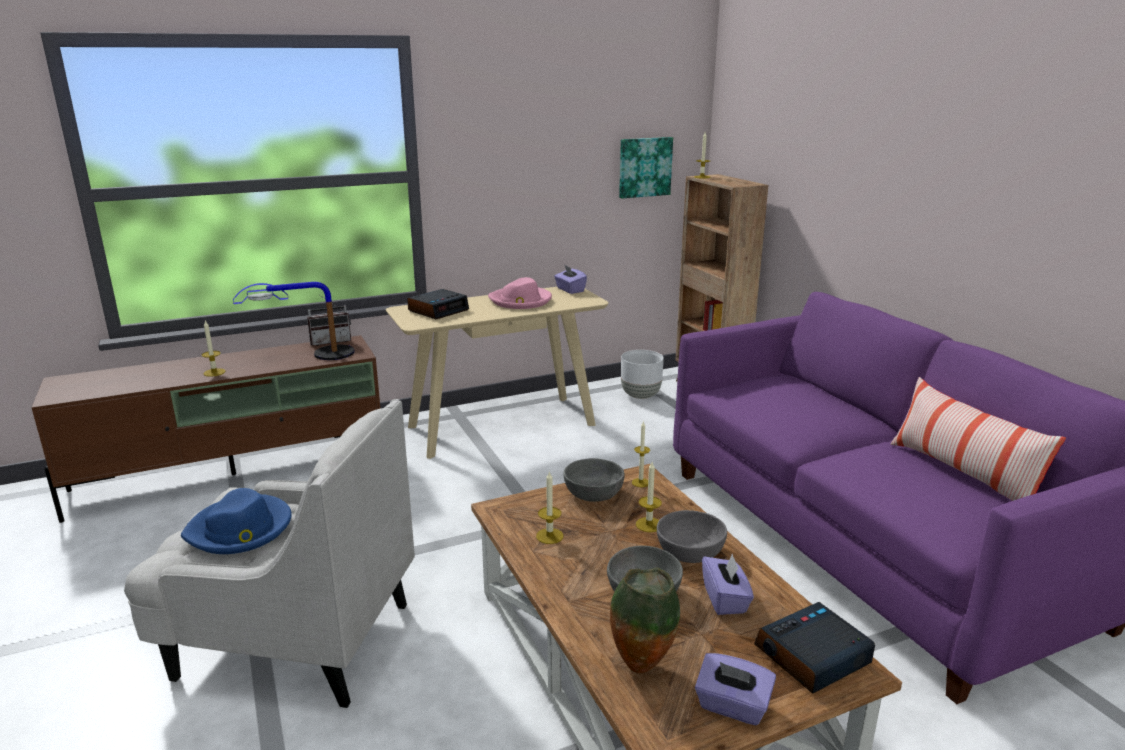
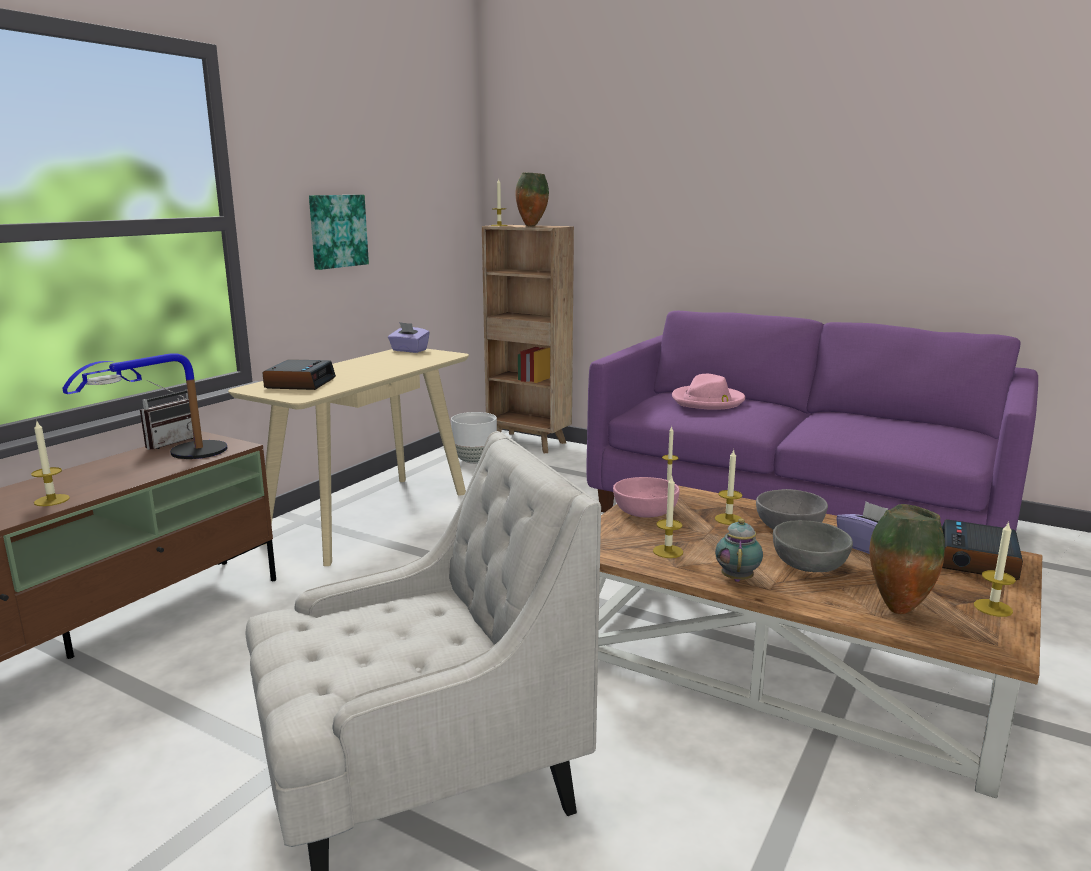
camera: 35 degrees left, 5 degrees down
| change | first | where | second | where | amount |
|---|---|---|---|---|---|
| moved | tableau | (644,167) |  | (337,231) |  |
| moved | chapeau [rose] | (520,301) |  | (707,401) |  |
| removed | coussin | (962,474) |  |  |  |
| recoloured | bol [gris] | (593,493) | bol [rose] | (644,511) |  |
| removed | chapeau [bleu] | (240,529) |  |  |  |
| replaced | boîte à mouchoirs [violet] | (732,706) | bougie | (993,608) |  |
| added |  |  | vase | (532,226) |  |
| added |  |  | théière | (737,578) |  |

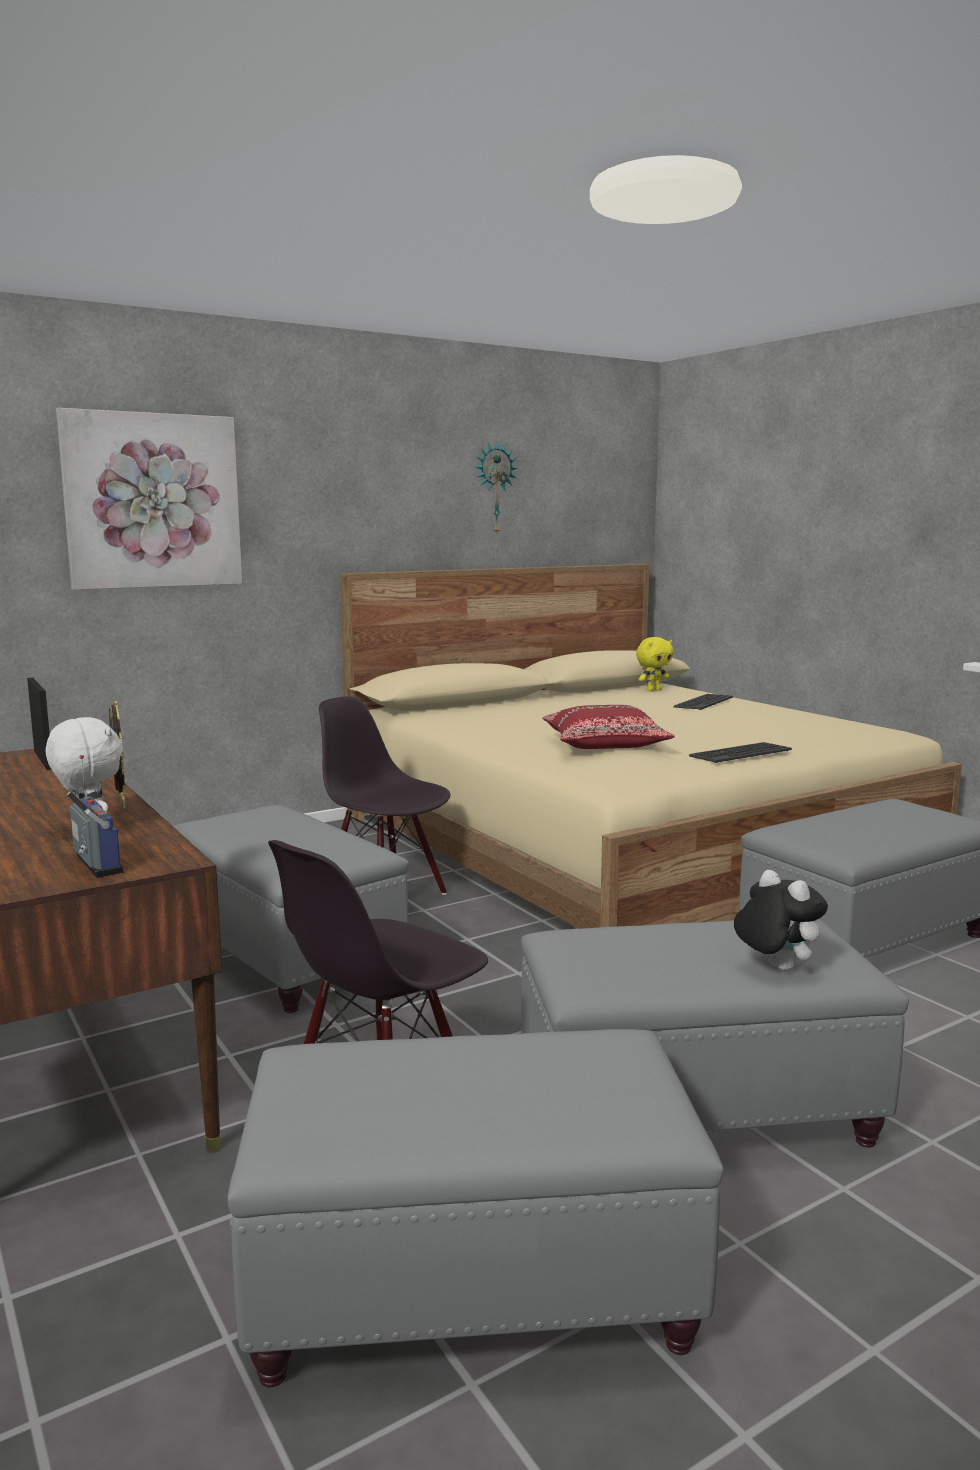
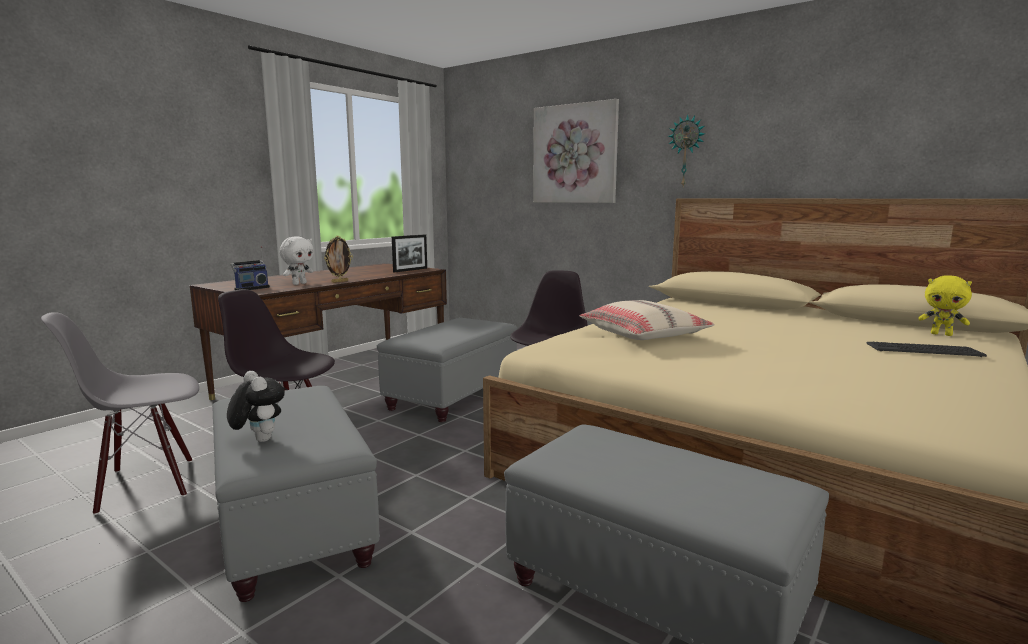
camera: 70 degrees right, 0 degrees up
| change | first | where | second | where | amount |
|---|---|---|---|---|---|
| moved | horloge murale | (494,488) |  | (686,151) |  |
| recoloured | coussin [rouge] | (605,743) | coussin [beige] | (643,334) |  |
| removed | clavier | (740,753) |  |  |  |
| turned | peluche | (775,968) |  | (258,440) | 75 degrees counterclockwise |
| replaced | pouf [gris] | (468,1285) | chaise [gris] | (147,484) |  |

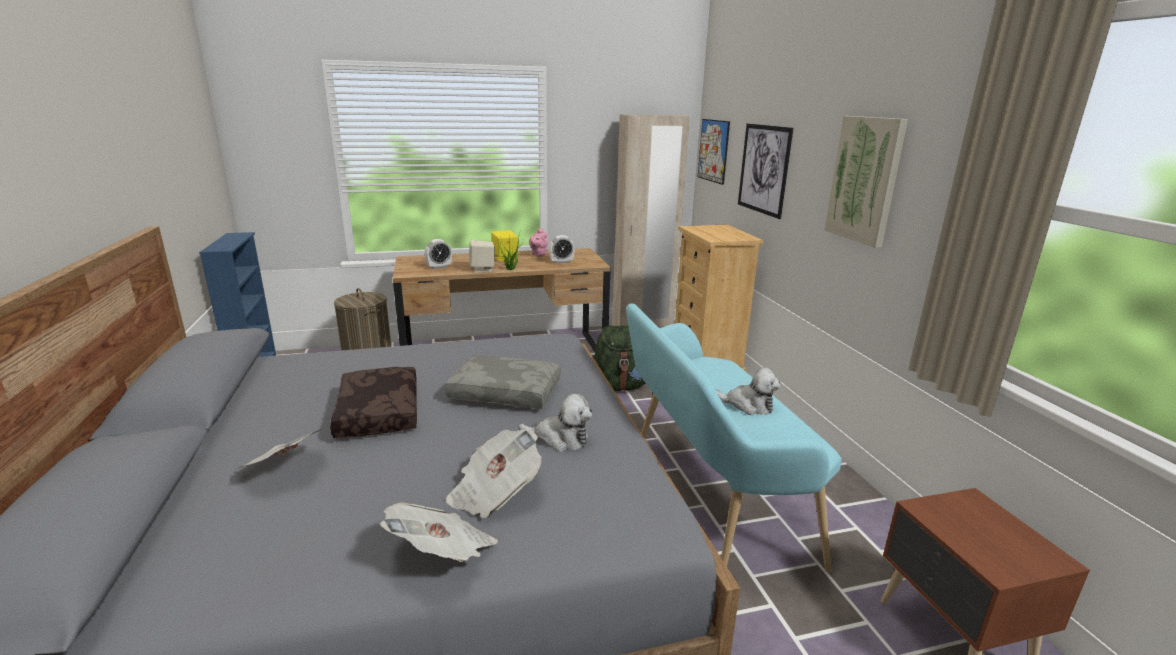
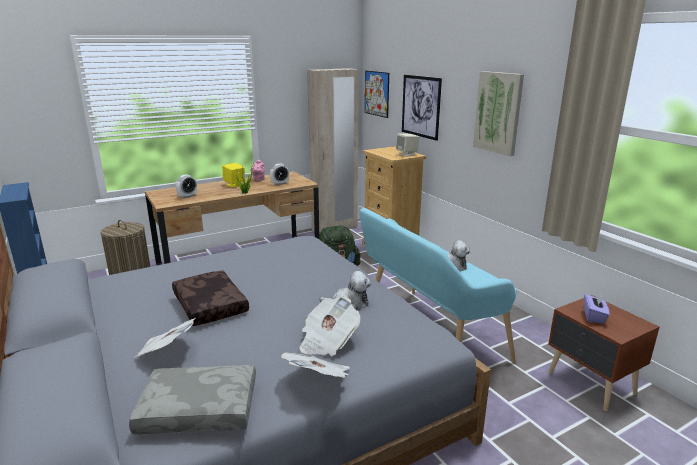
camera: 15 degrees left, 0 degrees up
| change | first | where | second | where | amount |
|---|---|---|---|---|---|
| moved | enceinte [beige] | (482,270) |  | (407,154) |  |
| moved | coussin [gris] | (507,392) |  | (200,408) |  |
| added |  |  | boîte à mouchoirs [violet] | (594,317) |  |

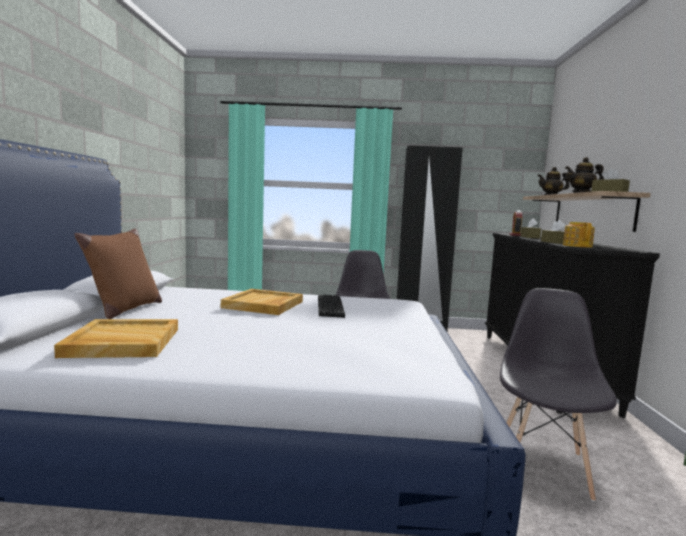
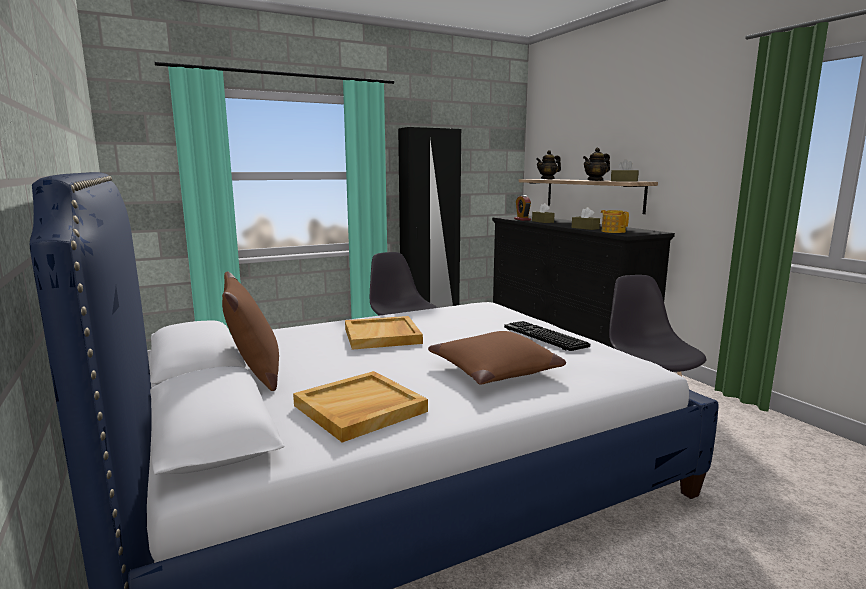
camera: 30 degrees left, 5 degrees up
| change | first | where | second | where | amount |
|---|---|---|---|---|---|
| moved | clavier | (328,307) |  | (543,337) |  |
| added |  |  | coussin [marron] | (495,370) |  |

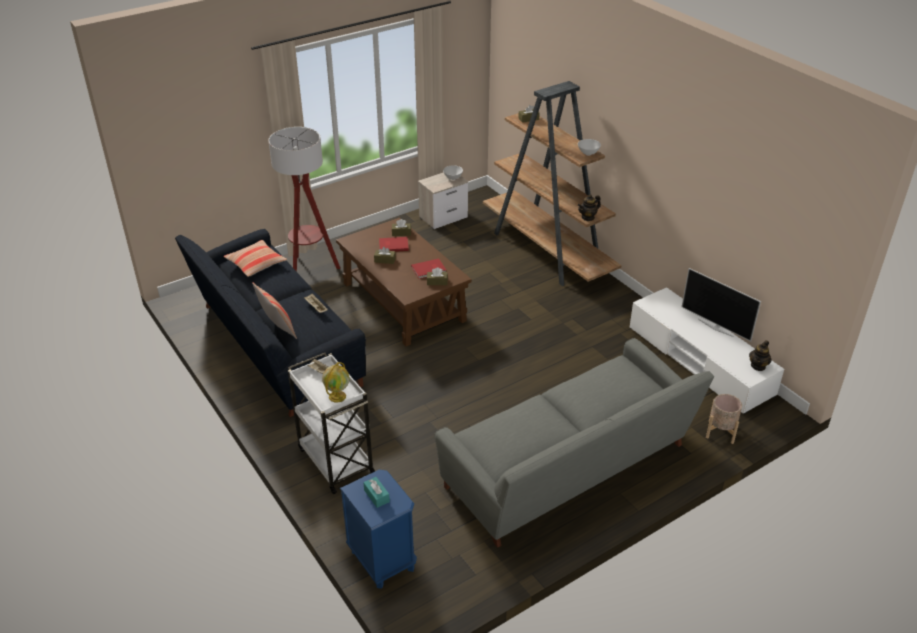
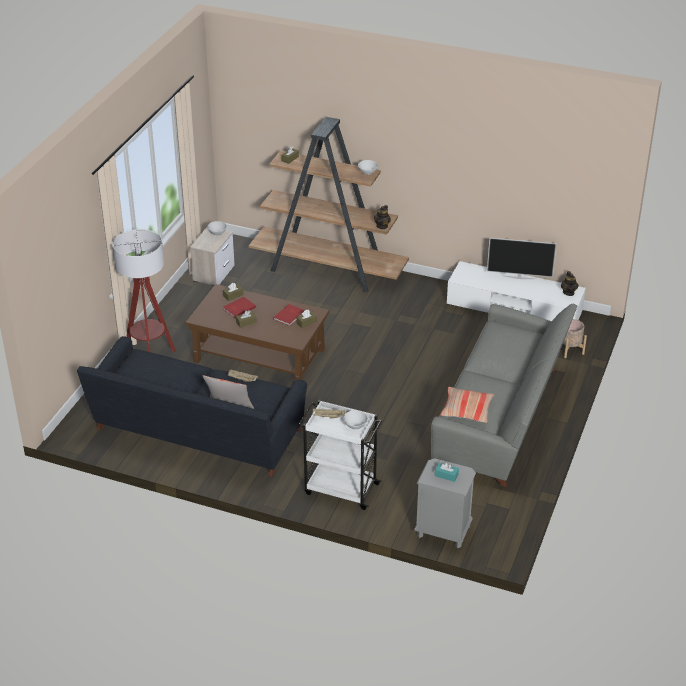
camera: 35 degrees left, 0 degrees up
| change | first | where | second | where | amount |
|---|---|---|---|---|---|
| moved | coussin | (256,264) |  | (467,410) |  |
| replaced | globe | (337,396) | bol [blanc] | (355,426) |  |
| recoloured | table de chevet [bleu] | (382,560) | table de chevet [gris] | (443,531) |  |

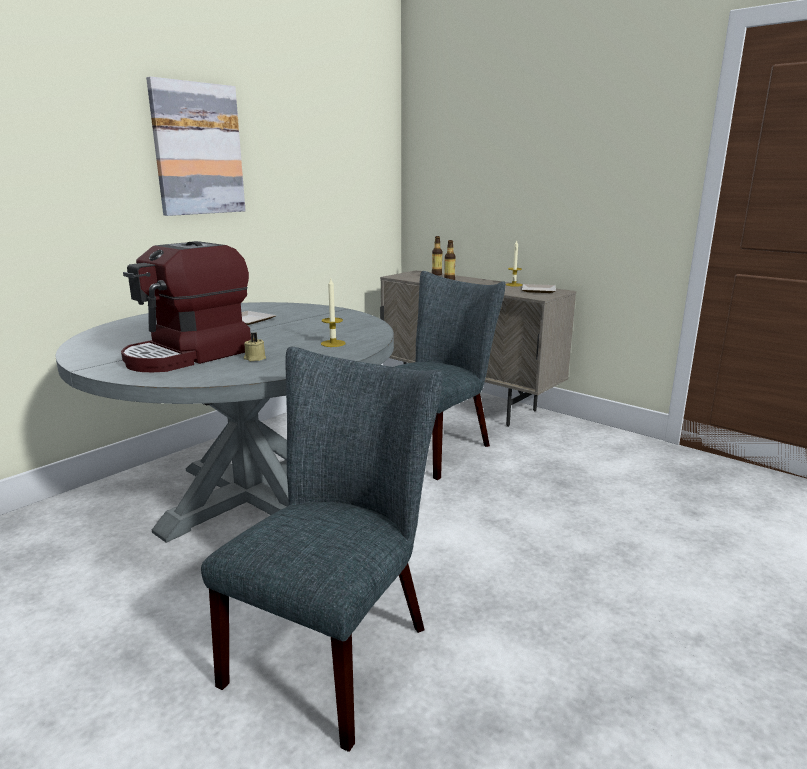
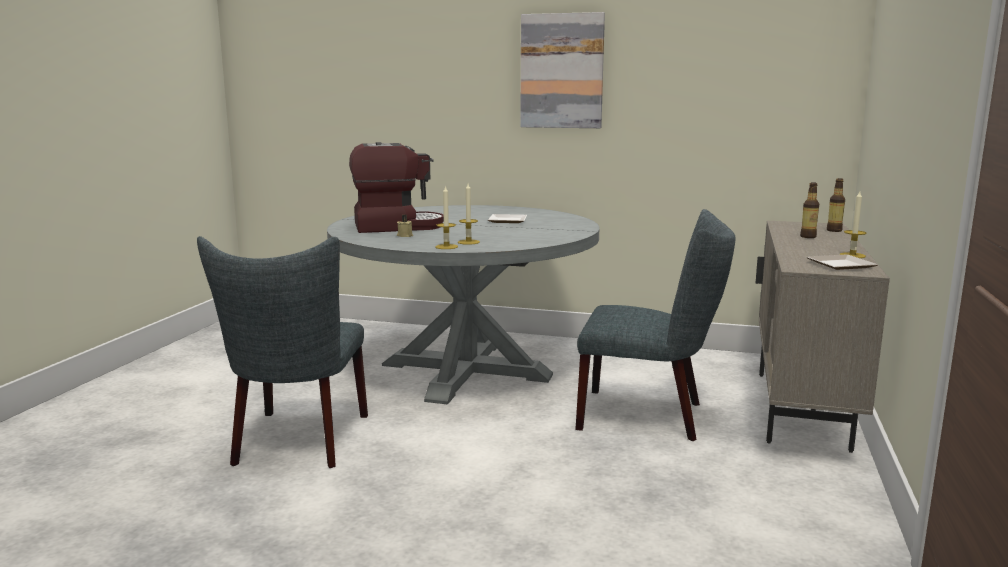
camera: 65 degrees right, 5 degrees down
| change | first | where | second | where | amount |
|---|---|---|---|---|---|
| turned | machine à café | (189,355) |  | (396,226) | 150 degrees clockwise |
| turned | chaise [gris] | (337,647) |  | (298,443) | 90 degrees clockwise |
| added |  |  | bougie | (446,247) |  |

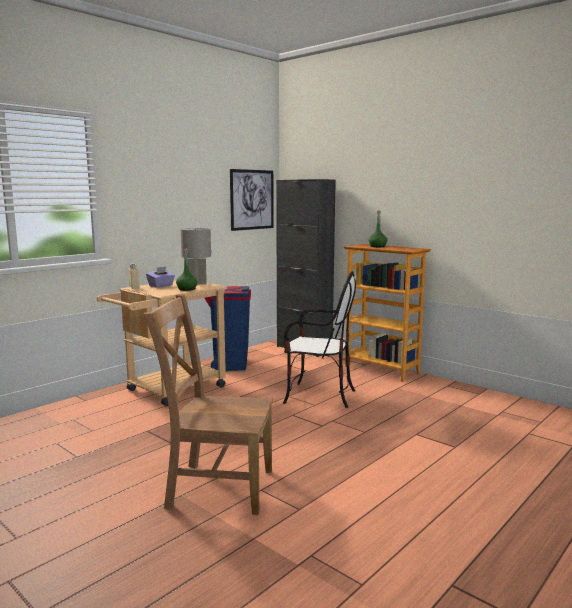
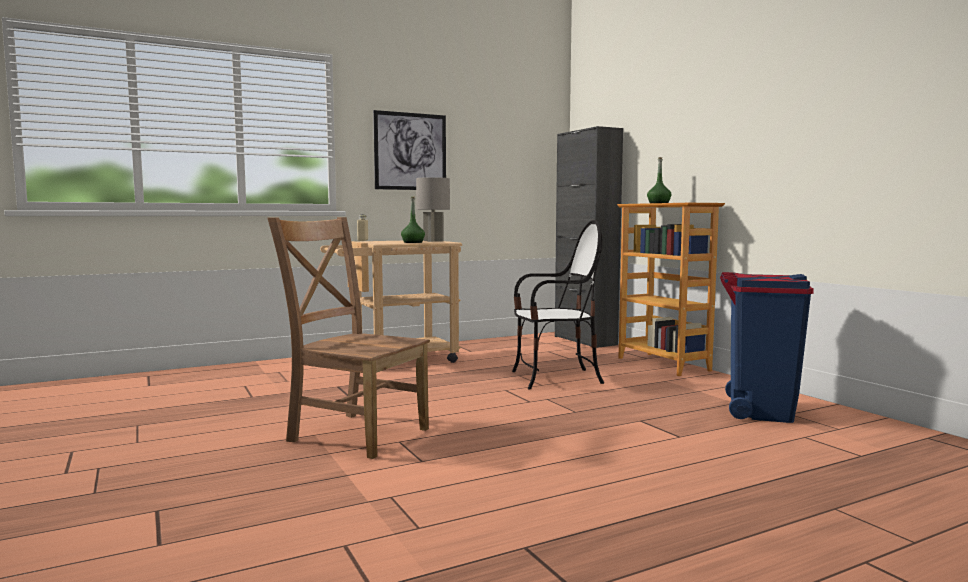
camera: 20 degrees right, 5 degrees down
| change | first | where | second | where | amount |
|---|---|---|---|---|---|
| moved | tableau | (252,199) |  | (410,151) |  |
| removed | boîte à mouchoirs [violet] | (161,285) |  |  |  |
| turned | chaise | (318,396) |  | (555,378) | 45 degrees counterclockwise |
| moved | poubelle [bleu] | (230,364) |  | (759,411) |  |

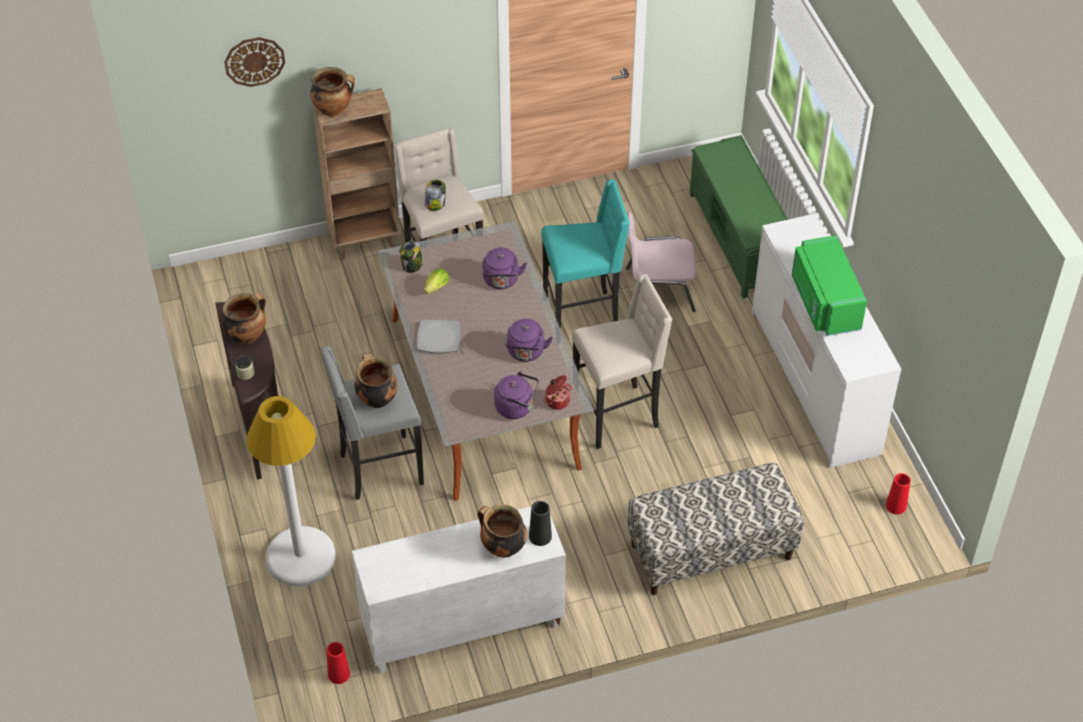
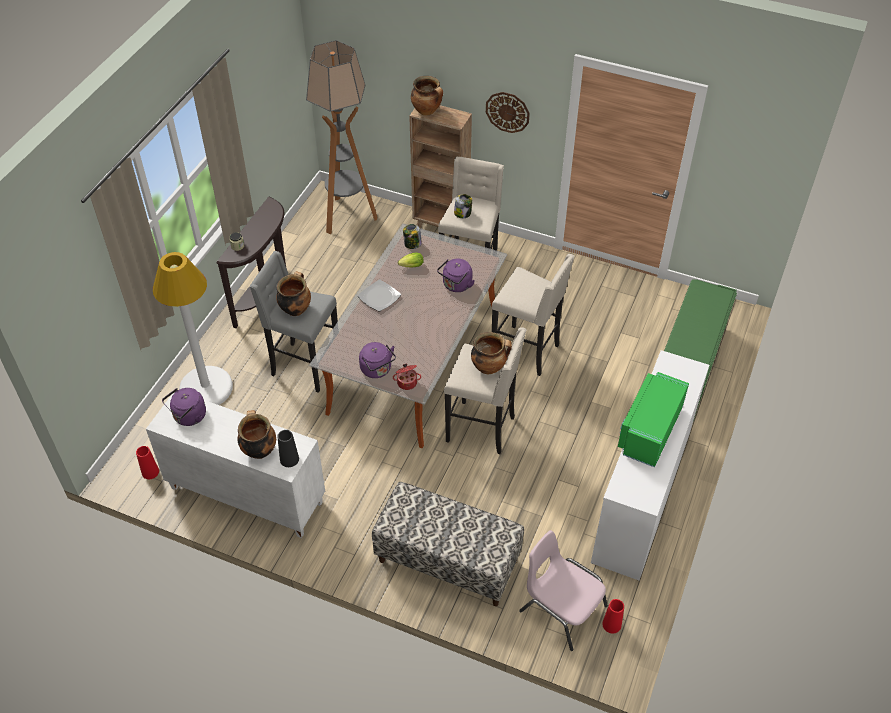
camera: 40 degrees right, 0 degrees up
| change | first | where | second | where | amount |
|---|---|---|---|---|---|
| moved | horloge murale | (254,61) |  | (507,112) |  |
| recoloured | tabouret [turquoise] | (583,316) | tabouret [beige] | (527,352) |  |
| moved | chaise [rose] | (658,289) |  | (561,608) |  |
| moved | marmite | (247,335) |  | (489,367) |  |
| moved | bouilloire [violet] | (526,353) |  | (188,417) |  |
| added |  |  | lampadaire | (347,216) |  |

